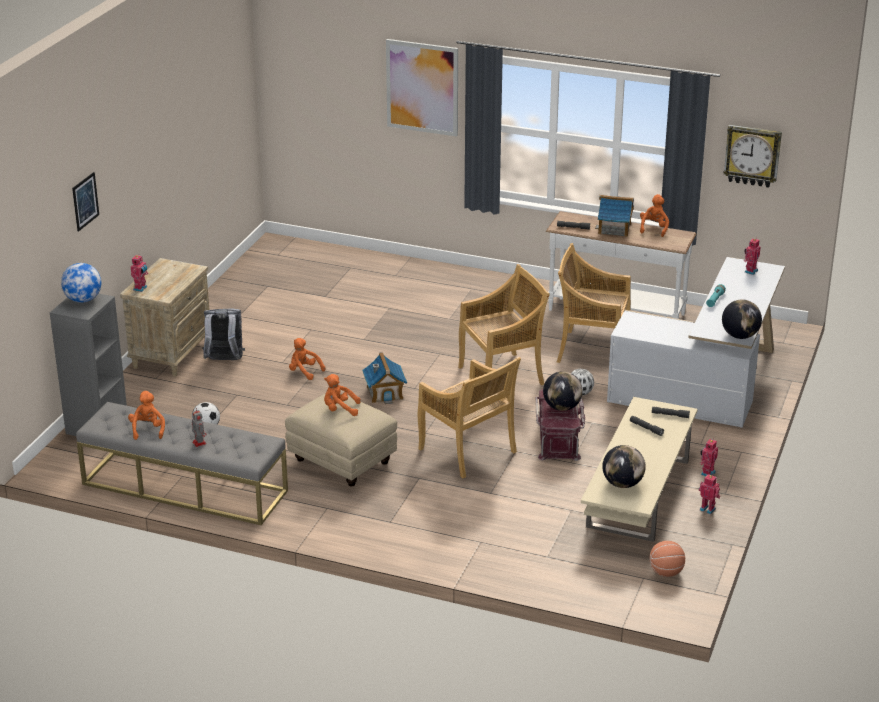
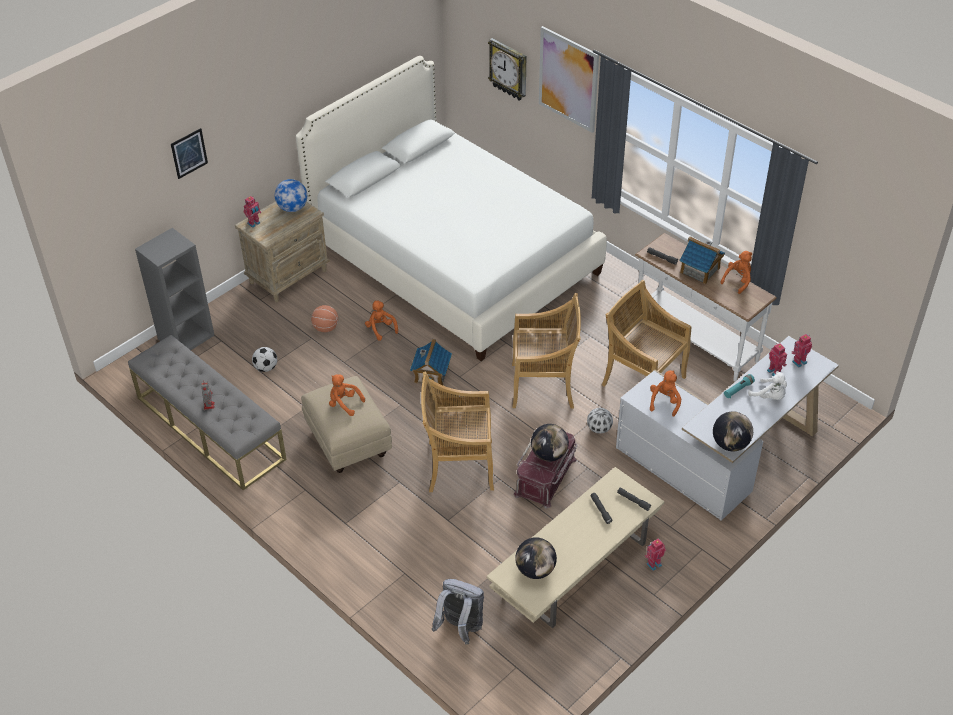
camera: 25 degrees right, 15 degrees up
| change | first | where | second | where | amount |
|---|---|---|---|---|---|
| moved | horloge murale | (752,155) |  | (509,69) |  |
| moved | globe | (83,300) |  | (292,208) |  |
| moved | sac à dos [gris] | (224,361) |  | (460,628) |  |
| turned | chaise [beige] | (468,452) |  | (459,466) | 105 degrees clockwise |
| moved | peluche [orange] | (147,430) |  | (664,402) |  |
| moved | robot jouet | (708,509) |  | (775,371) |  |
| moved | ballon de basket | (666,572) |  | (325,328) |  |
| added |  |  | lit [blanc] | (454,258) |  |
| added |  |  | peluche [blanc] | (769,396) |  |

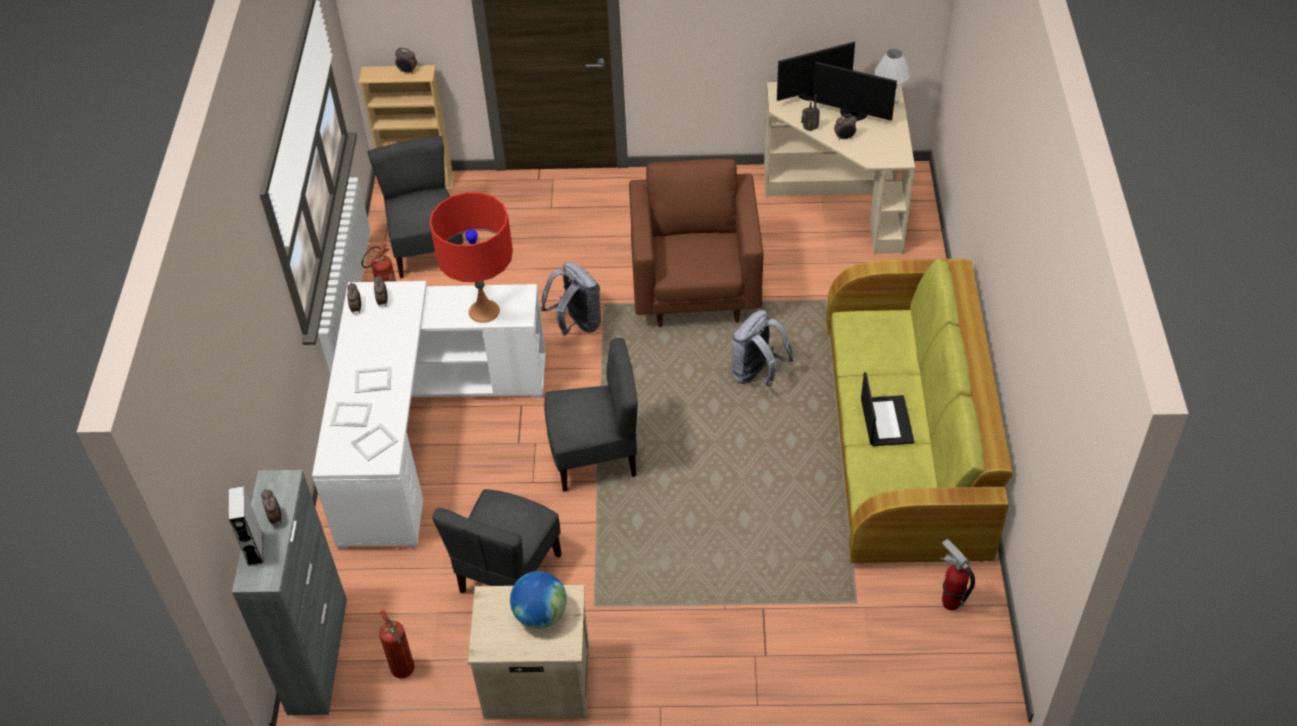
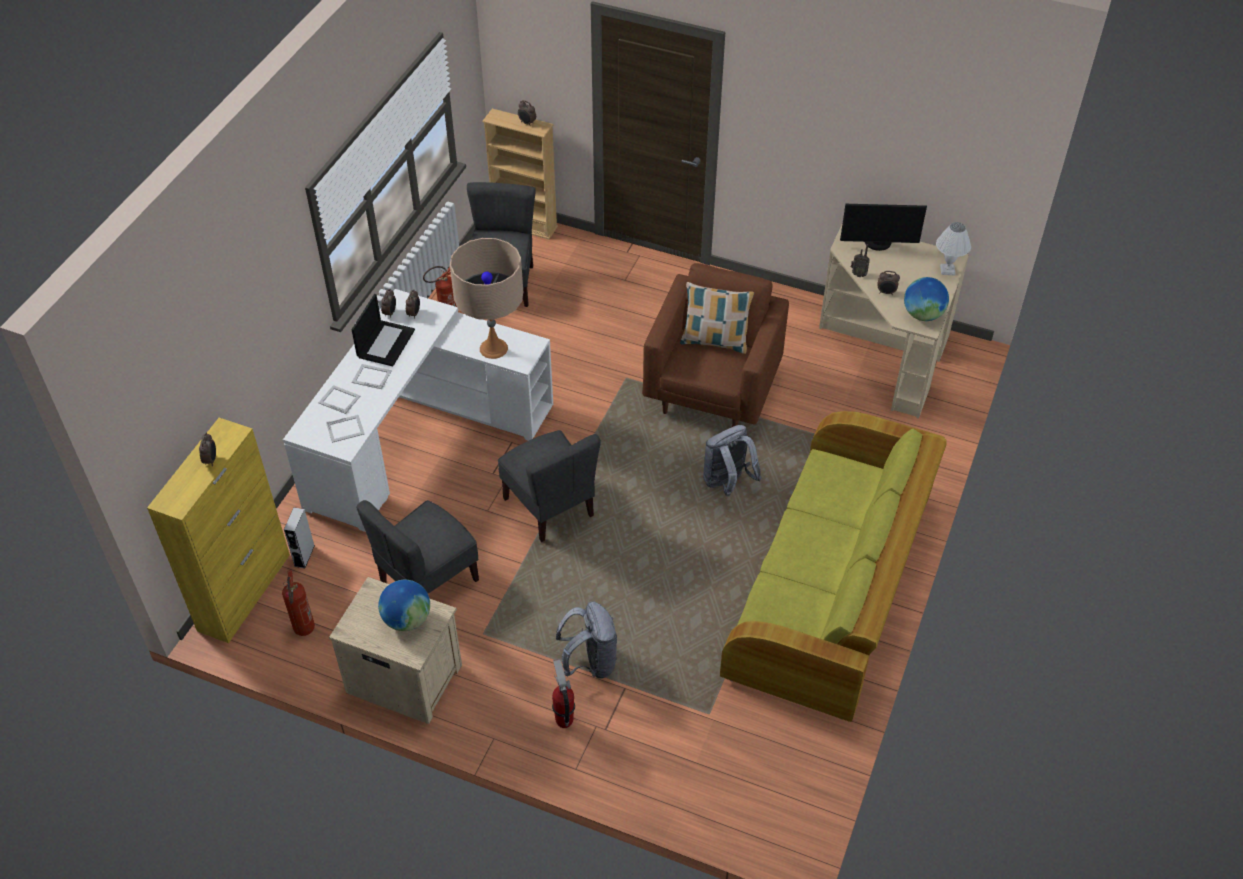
camera: 20 degrees right, 0 degrees up
| change | first | where | second | where | amount |
|---|---|---|---|---|---|
| removed | écran d'ordinateur | (853,113) |  |  |  |
| recoloured | lampe de table [rouge] | (484,311) | lampe de table [beige] | (493,348) |  |
| moved | sac à dos [gris] | (576,324) |  | (590,662) |  |
| turned | chaise [gris] | (595,456) |  | (550,507) | 45 degrees clockwise |
| moved | ordinateur portable | (885,420) |  | (385,343) |  |
| recoloured | meuble de rangement [gris] | (318,654) | meuble de rangement [jaune] | (245,591) |  |
| moved | enceinte [gris] | (255,548) |  | (304,555) |  |
| moved | extincteur | (950,602) |  | (564,720) |  |
| added |  |  | globe | (923,315) |  |
| added |  |  | coussin | (714,341) |  |

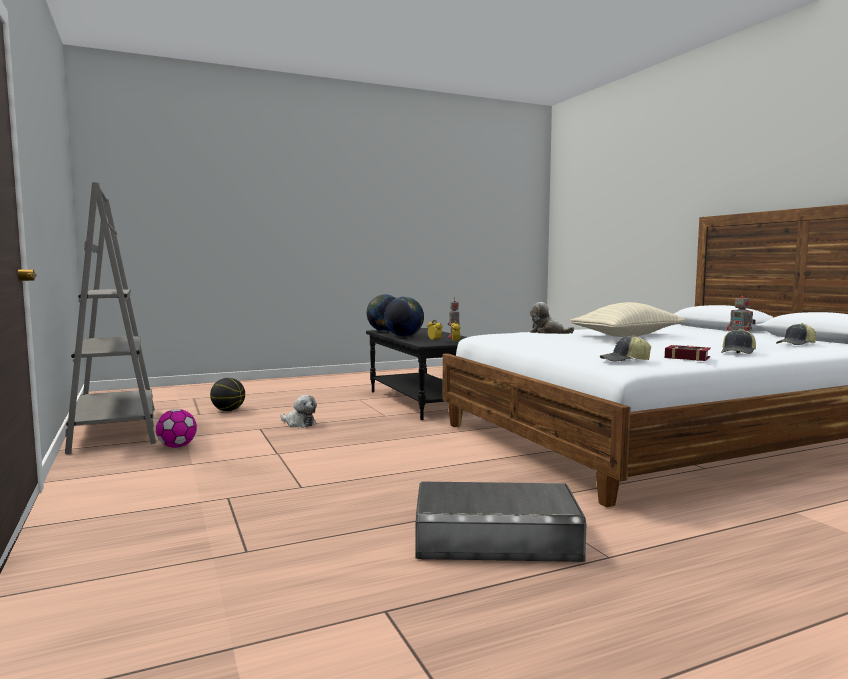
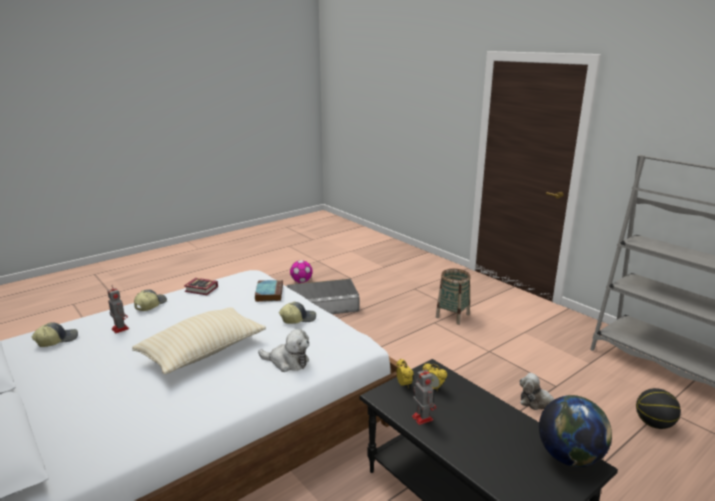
camera: 165 degrees right, 15 degrees up
| change | first | where | second | where | amount |
|---|---|---|---|---|---|
| removed | globe | (404,336) |  |  |  |
| moved | casquette | (625,361) |  | (298,319) |  |
| moved | ballon de foot | (177,446) |  | (301,281) |  |
| added |  |  | panier | (452,316) |  |
| added |  |  | livre | (269,293) |  |

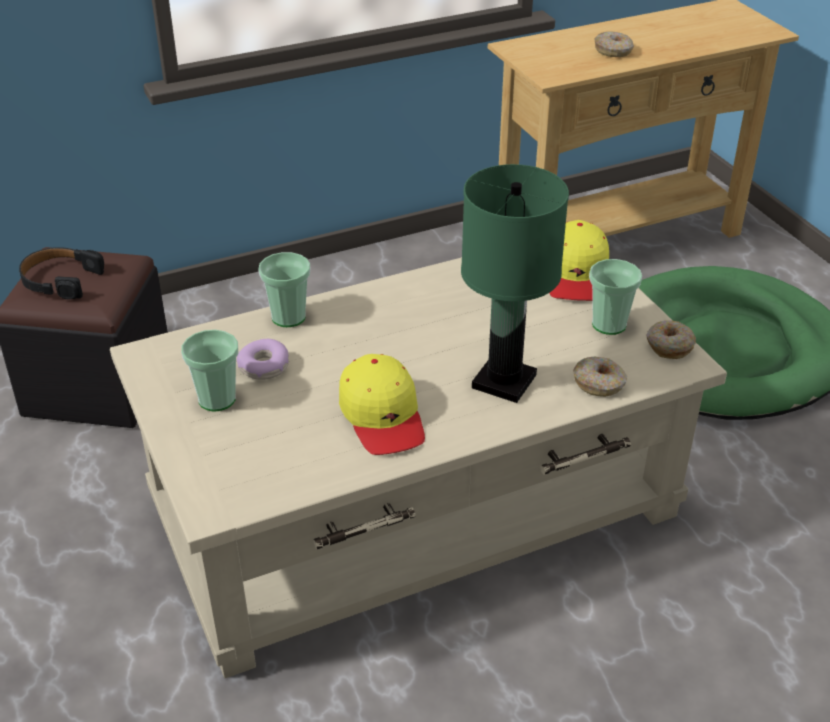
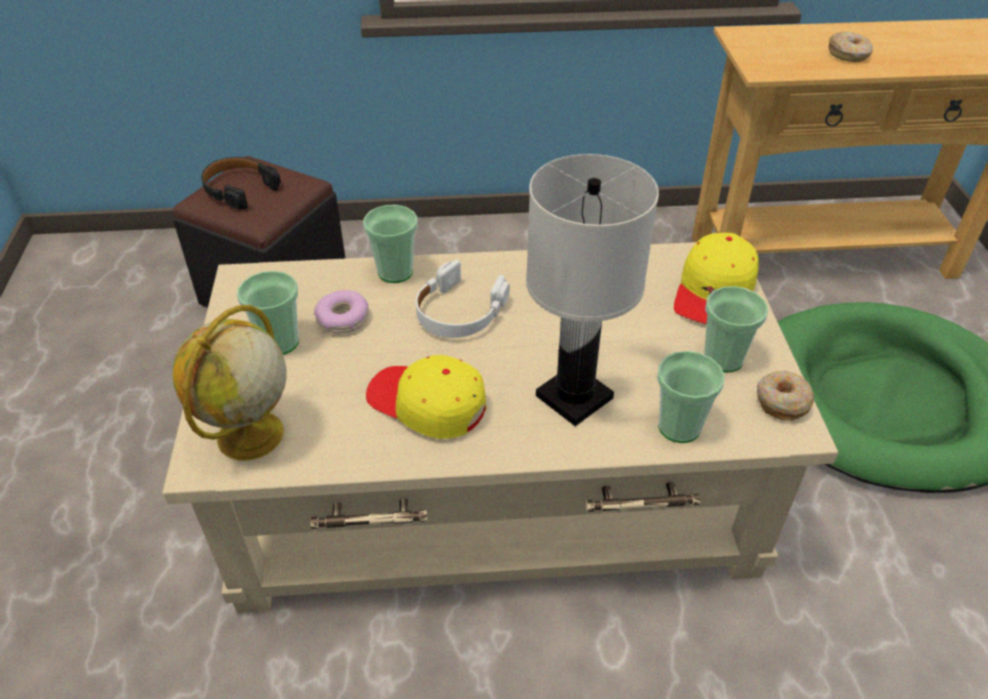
camera: 20 degrees right, 5 degrees up
| change | first | where | second | where | amount |
|---|---|---|---|---|---|
| recoloured | lampe de table [vert] | (505,381) | lampe de table [blanc] | (575,397) |  |
| turned | casquette [jaune] | (383,416) |  | (427,404) | 120 degrees clockwise |
| replaced | beignet | (599,383) | tasse | (679,427) |  |
| added |  |  | casque audio [blanc] | (459,312) |  |
| added |  |  | globe | (249,437) |  |

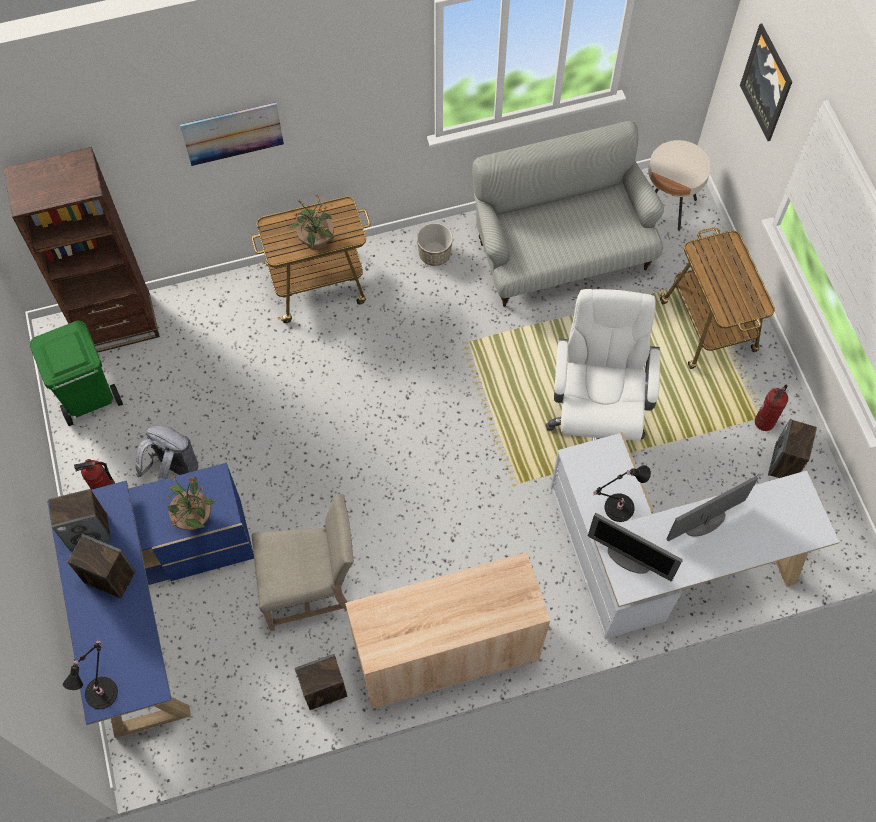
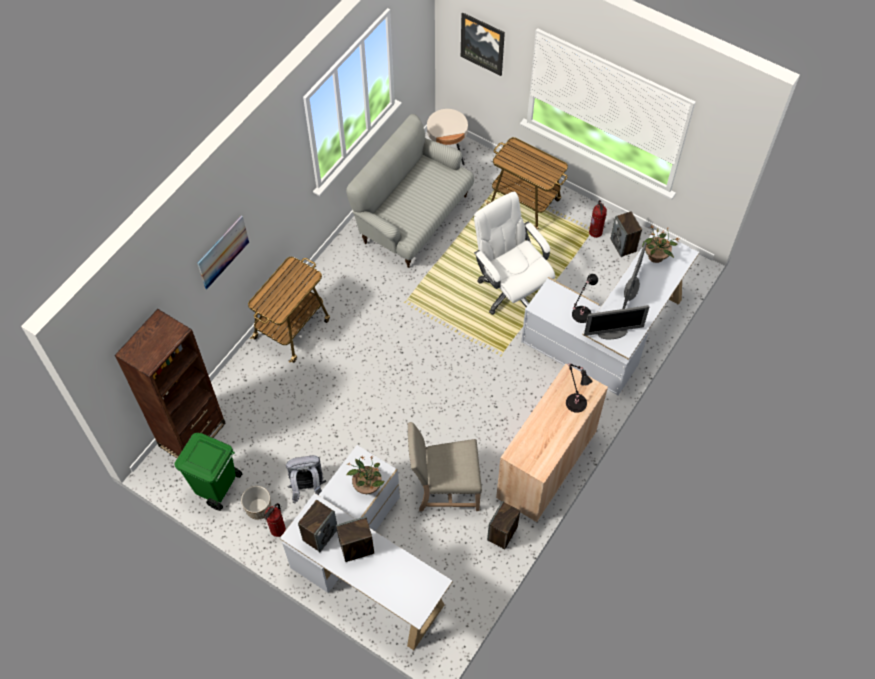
camera: 40 degrees left, 5 degrees down
| change | first | where | second | where | amount |
|---|---|---|---|---|---|
| moved | plante en pot | (316,241) |  | (656,256) |  |
| moved | cache-pot | (434,254) |  | (258,508) |  |
| recoloured | bureau [bleu] | (154,605) | bureau [blanc] | (367,565) |  |
| turned | chaise [beige] | (311,587) |  | (444,488) | 135 degrees counterclockwise |
| moved | lampe de table [noir] | (102,690) |  | (575,401) |  |

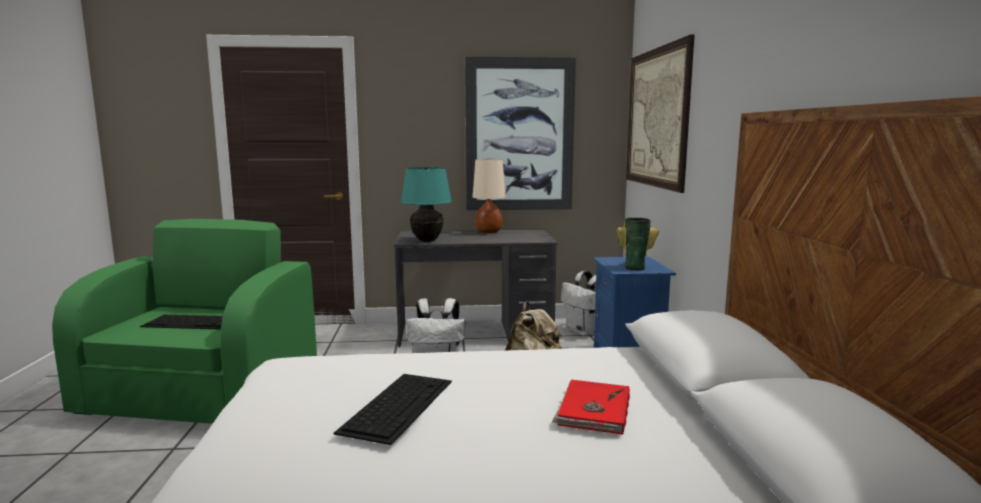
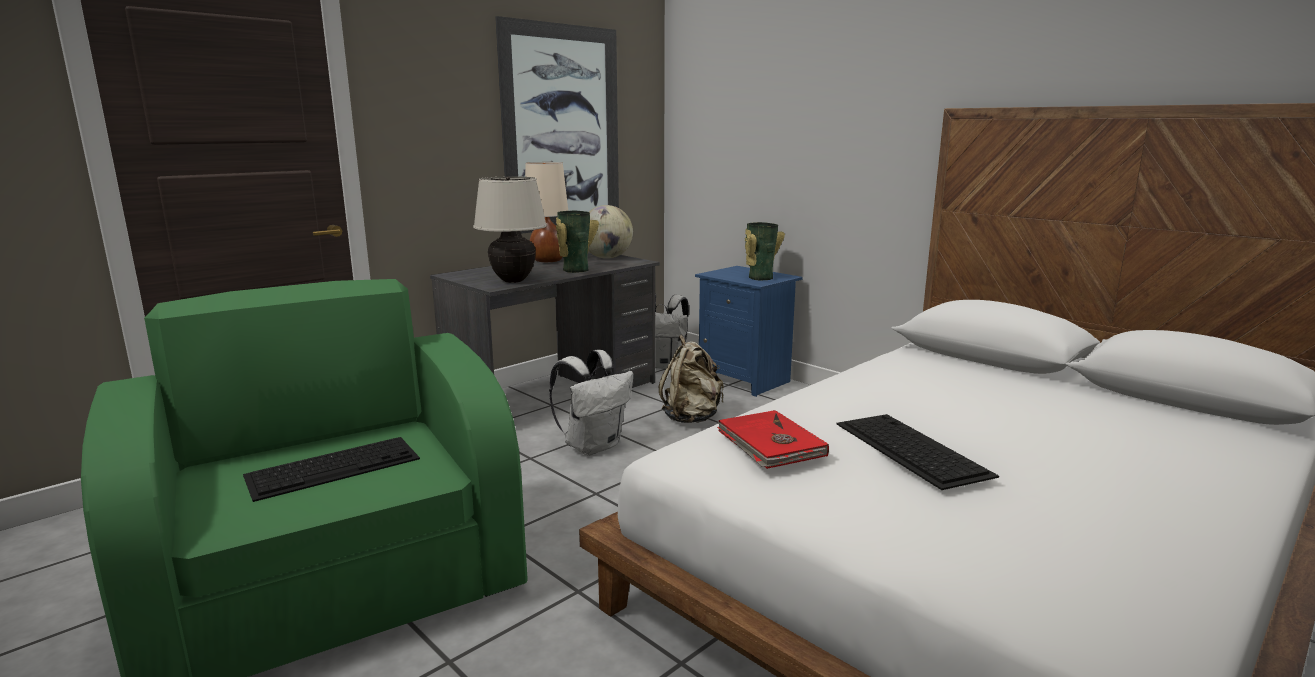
camera: 40 degrees left, 5 degrees up
| change | first | where | second | where | amount |
|---|---|---|---|---|---|
| removed | tableau | (656,118) |  |  |  |
| recoloured | lampe de table [turquoise] | (427,240) | lampe de table [beige] | (513,281) |  |
| moved | livre [rouge] | (593,410) |  | (770,444) |  |
| added |  |  | globe | (607,258) |  |
| added |  |  | vase | (574,269) |  |

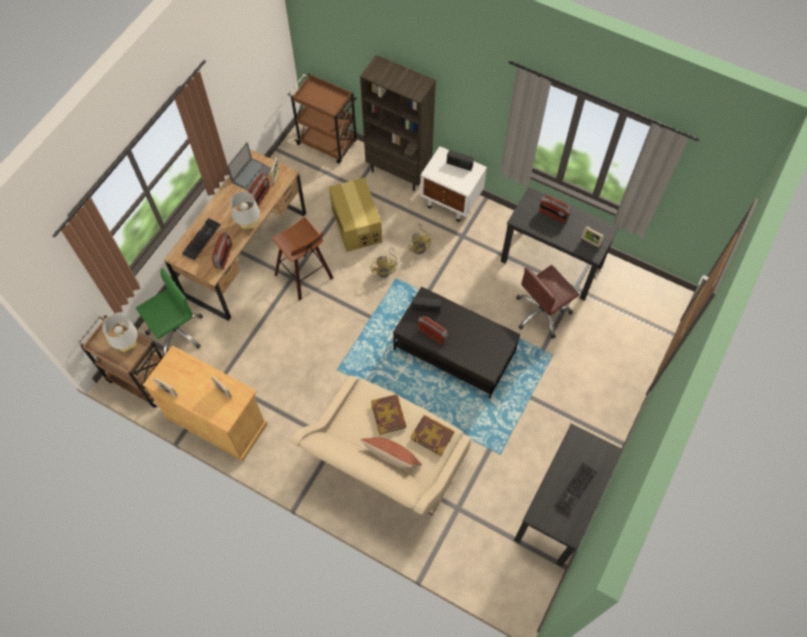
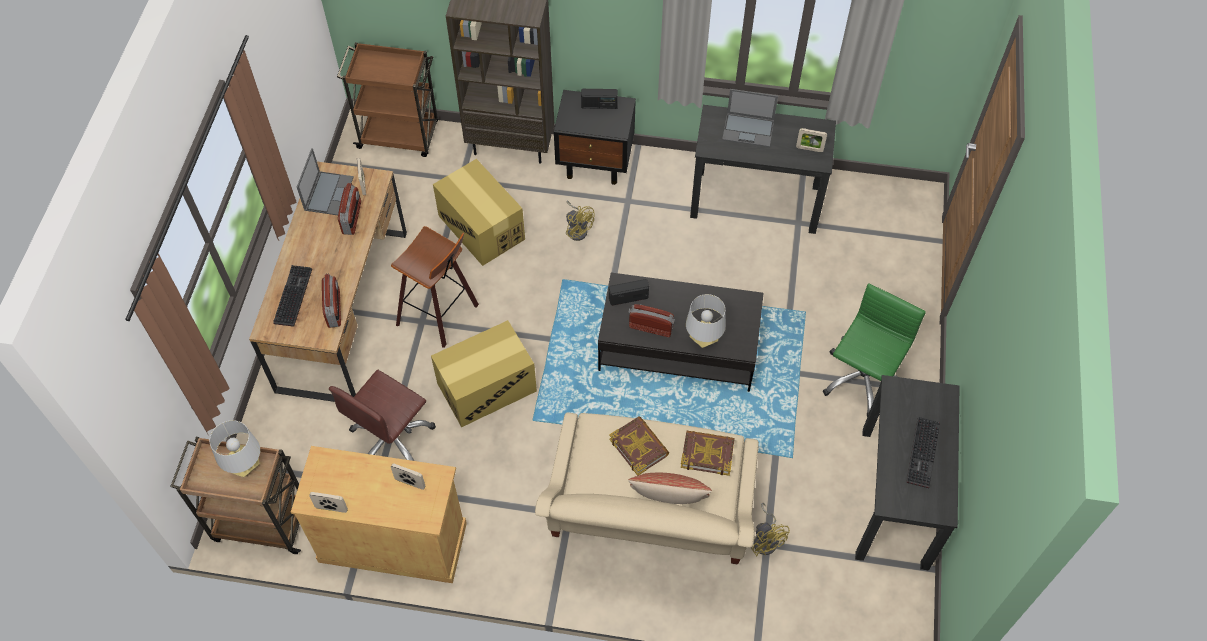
camera: 20 degrees left, 5 degrees down
| change | first | where | second | where | amount |
|---|---|---|---|---|---|
| recoloured | table de chevet [blanc] | (451,202) | table de chevet [noir] | (596,163) |  |
| moved | lampe de table [gris] | (249,224) |  | (703,339) |  |
| replaced | radio | (553,215) | ordinateur portable | (749,130) |  |
| moved | ventilateur [jaune] | (385,269) |  | (766,540) |  |
| moved | chaise de bureau [marron] | (542,313) |  | (392,440) |  |
| moved | chaise de bureau [vert] | (176,332) |  | (861,379) |  |
| added |  |  | carton | (486,387) |  |

